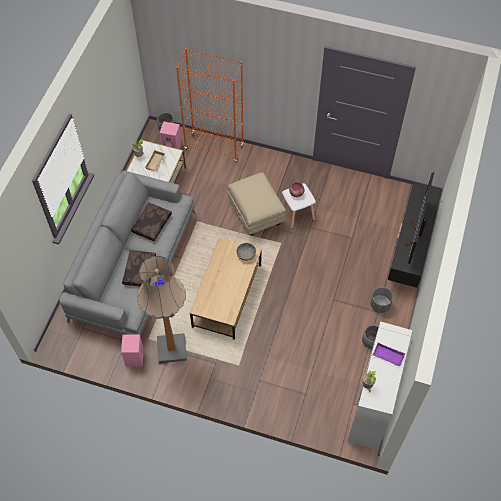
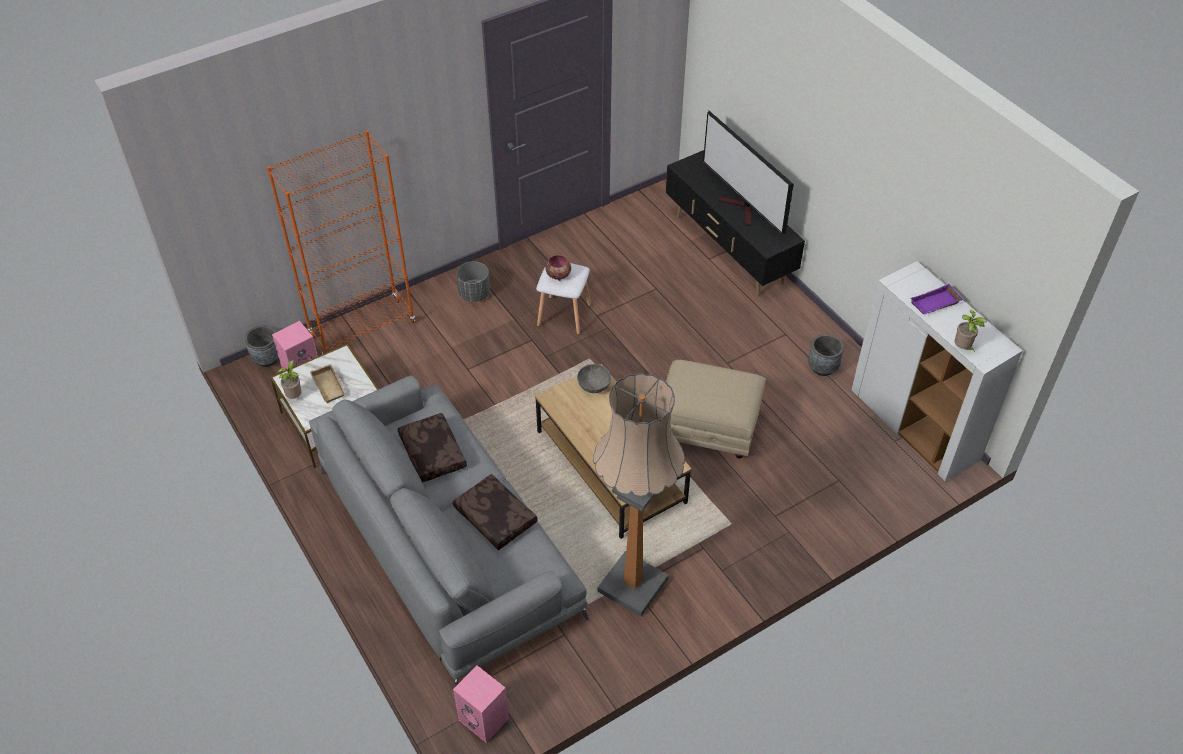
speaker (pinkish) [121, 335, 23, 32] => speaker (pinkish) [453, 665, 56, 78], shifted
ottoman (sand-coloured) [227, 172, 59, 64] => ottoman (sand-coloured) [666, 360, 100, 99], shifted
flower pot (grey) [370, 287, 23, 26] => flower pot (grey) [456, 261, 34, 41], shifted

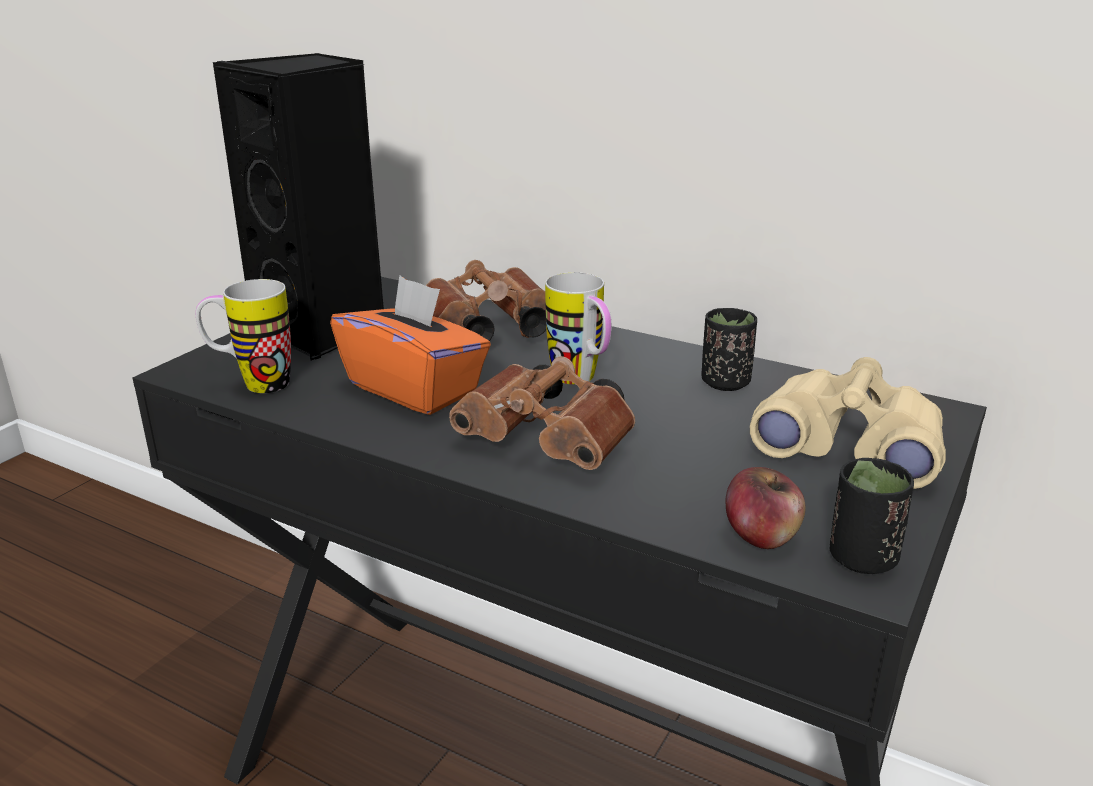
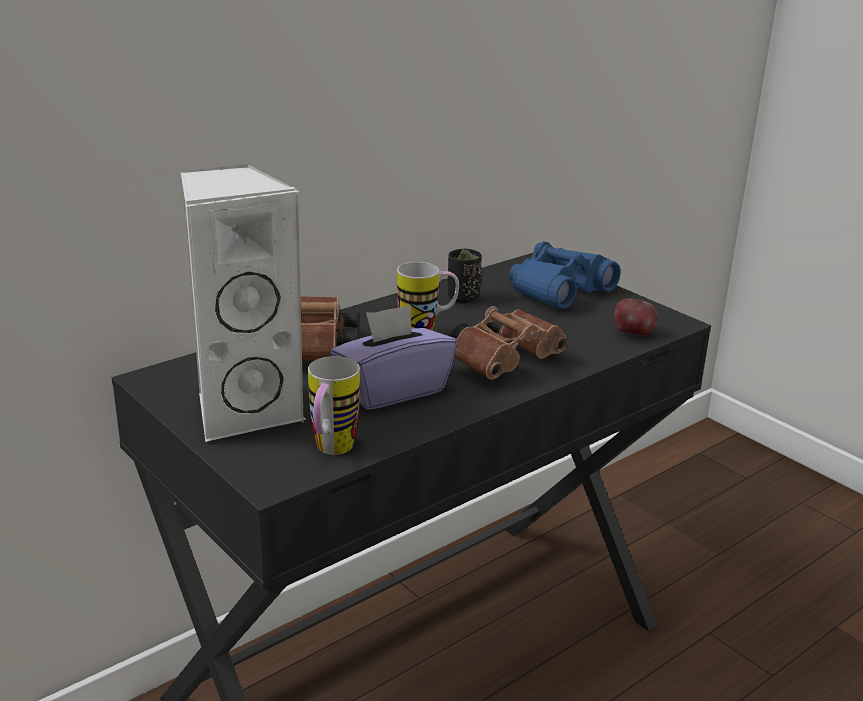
speaker (black-coloured) [213, 53, 171, 308] => speaker (white) [181, 164, 125, 278]
box of tissues (orange) [330, 275, 161, 140] => box of tissues (purplish) [331, 305, 126, 105]
field glasses (sand-coloured) [750, 357, 196, 132] => field glasses (blue) [509, 241, 112, 68]
cup (black-coloured) [830, 458, 84, 116] => nothing

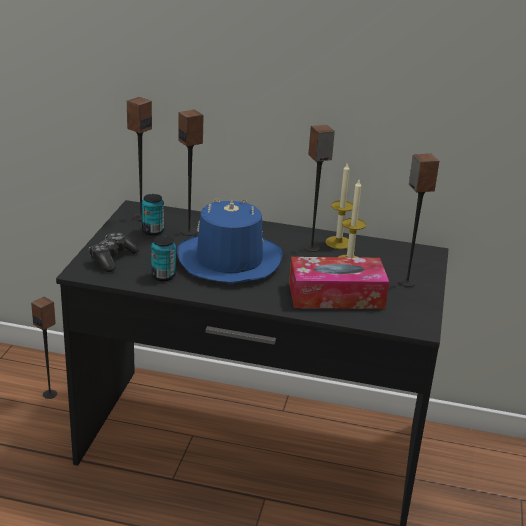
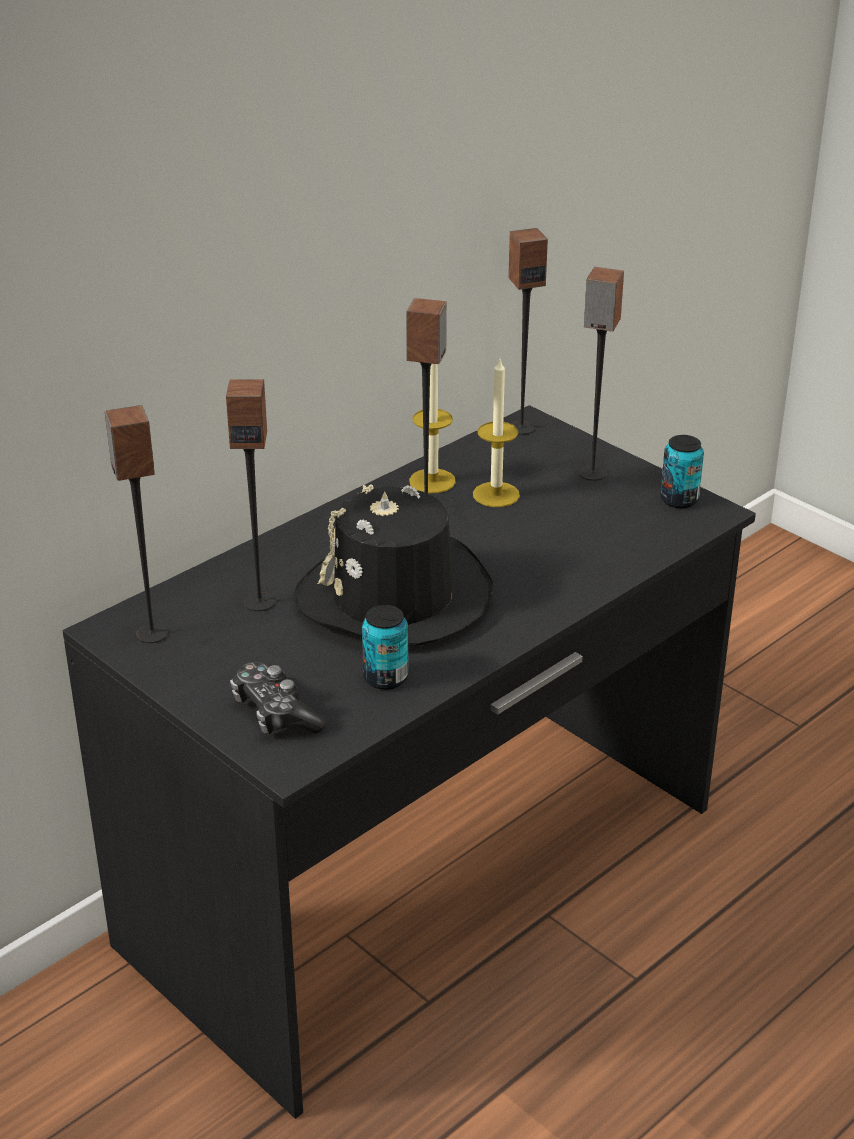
speaker [31, 297, 26, 102] => speaker [508, 228, 40, 207], shifted
sealed can [142, 194, 22, 42] => sealed can [660, 435, 44, 73], shifted
hat (blue) [177, 199, 106, 84] => hat (black-coloured) [293, 484, 200, 162]
box of tissues [289, 257, 100, 52] => nothing

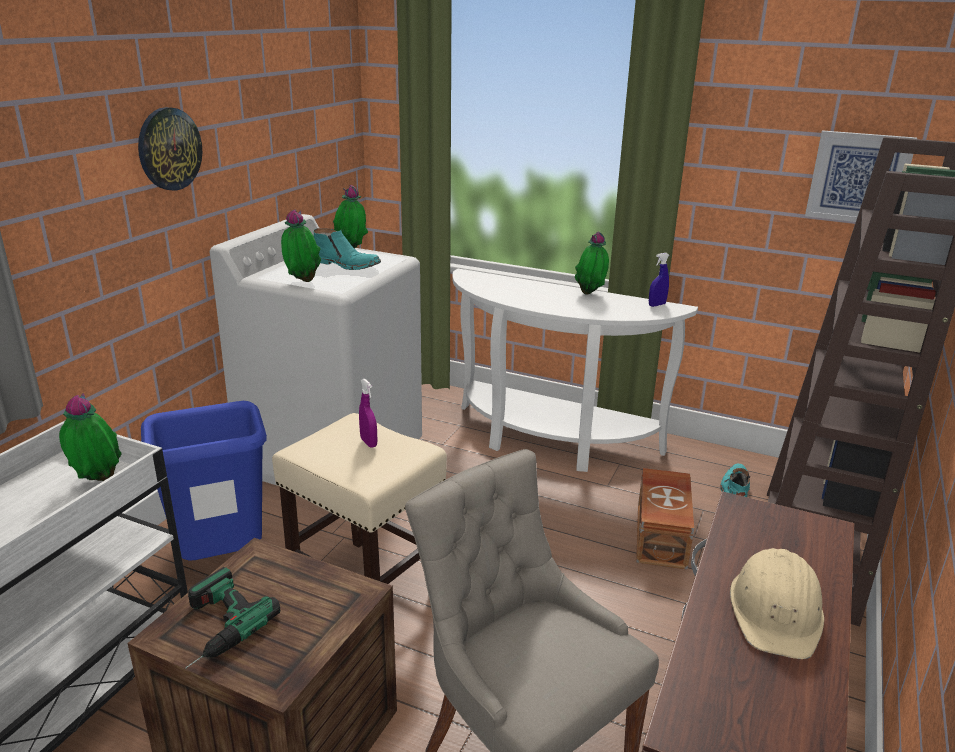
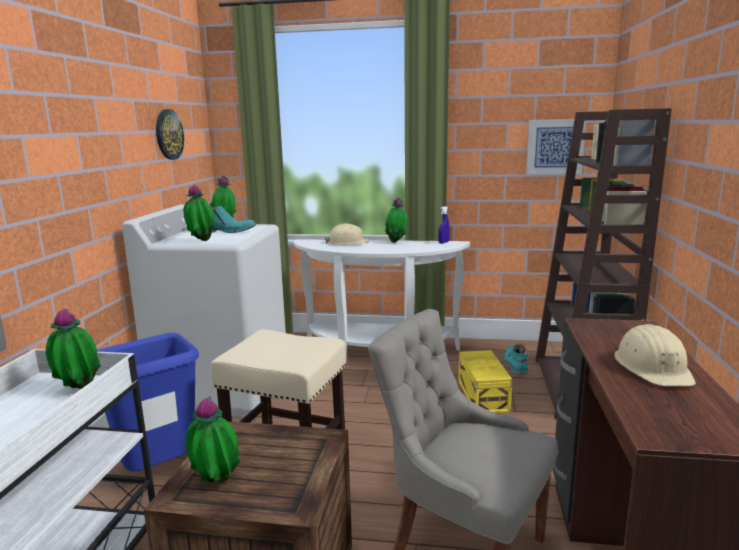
clock on the wall [138, 107, 64, 83] => clock on the wall [156, 109, 28, 51], shifted
drill [185, 567, 95, 102] => plant in a pot [186, 396, 54, 87]
spray bottle (purplish) [359, 379, 18, 69] => nothing
storage box (brown-coloured) [636, 468, 58, 102] => storage box (yellow-coloured) [458, 350, 54, 63]
nothing => safety helmet (sand-coloured) [325, 224, 45, 21]

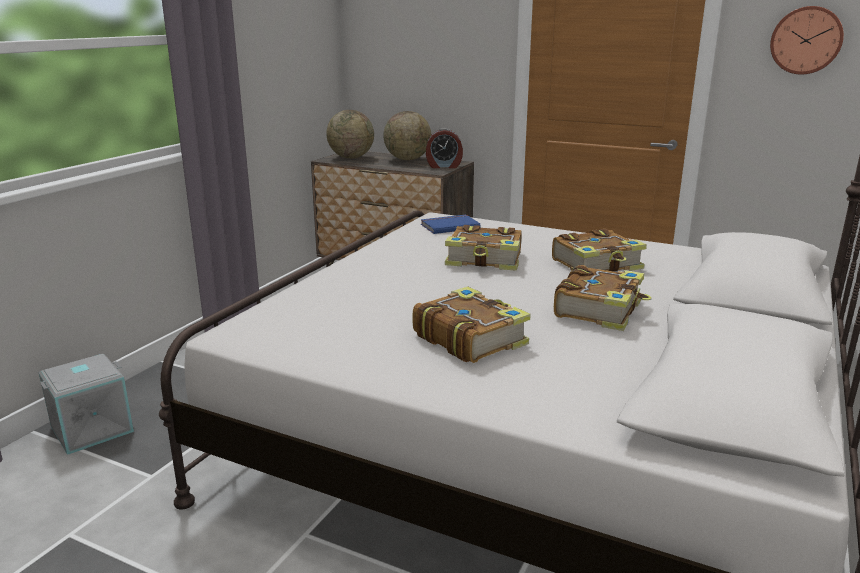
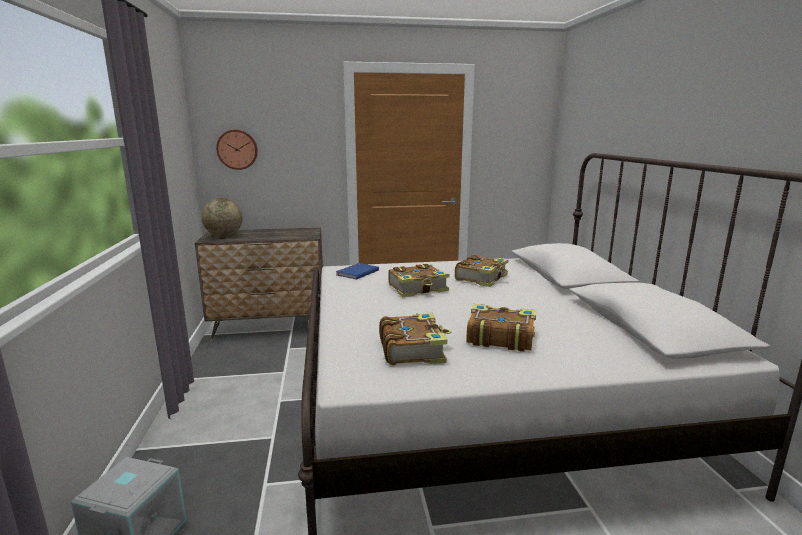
world globe [383, 111, 48, 49] => nothing
alarm clock [426, 128, 37, 40] => nothing
volume [554, 265, 98, 66] => volume [379, 312, 72, 53], shifted
clock on the wall [770, 6, 74, 69] => clock on the wall [216, 130, 42, 40], shifted

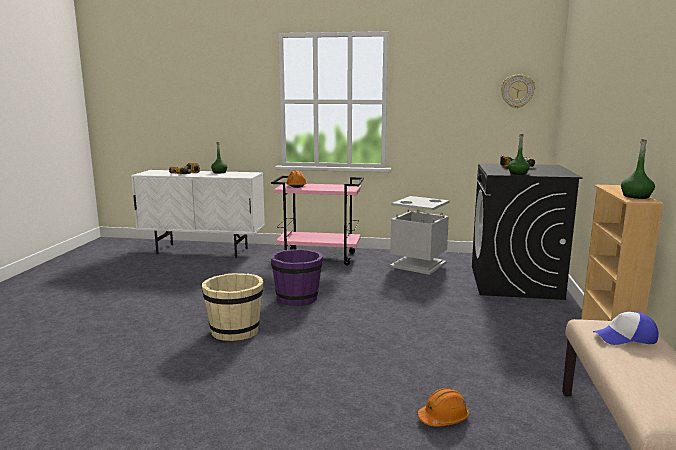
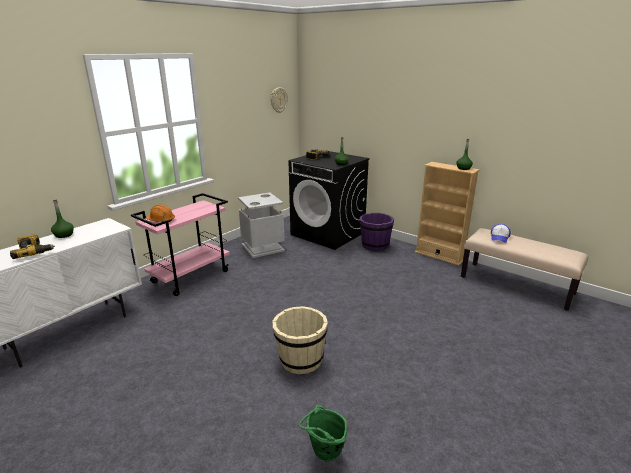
water bucket (purplish) [271, 249, 52, 57] => water bucket (purplish) [359, 213, 35, 38], shifted
safety helmet (orange) [418, 388, 51, 39] => nothing
nothing => water bucket (green) [299, 405, 49, 57]

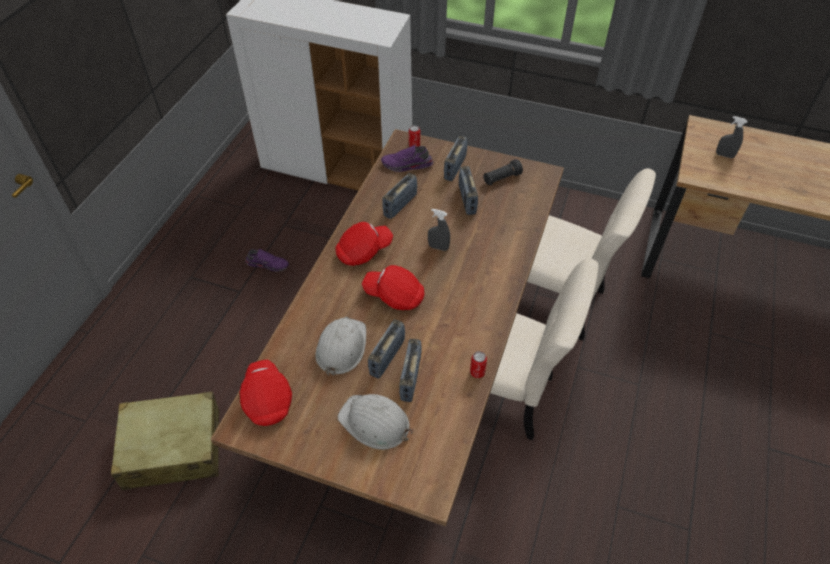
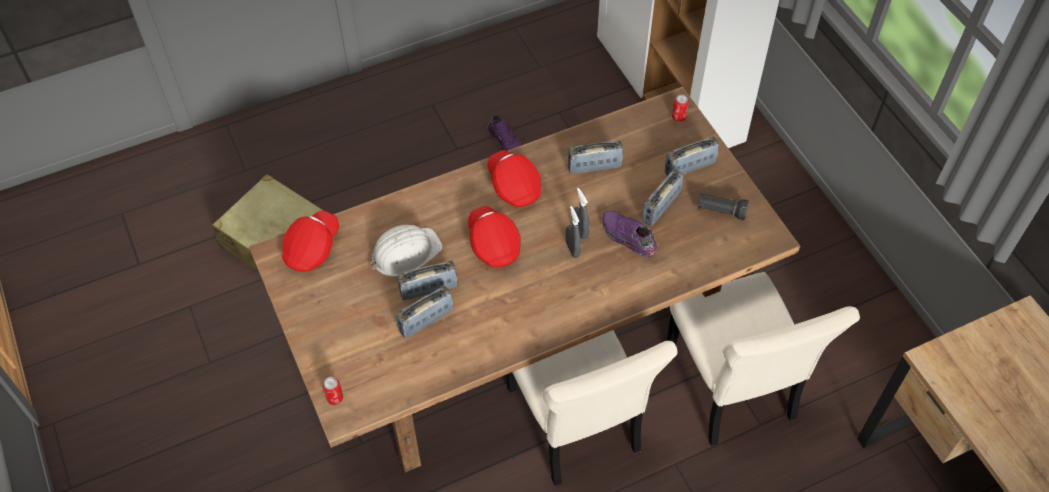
cap (red-coloured) [335, 222, 58, 44] => cap (red-coloured) [488, 150, 53, 57], 135 degrees counterclockwise
safety helmet (white) [338, 394, 74, 56] => nothing
low shoe (purplish) [381, 145, 52, 27] => low shoe (purplish) [603, 211, 54, 46], shifted
sealed can [470, 351, 17, 27] => sealed can [323, 377, 20, 28], shifted
spray bottle (grey) [716, 116, 31, 42] => spray bottle (grey) [566, 206, 15, 52], shifted

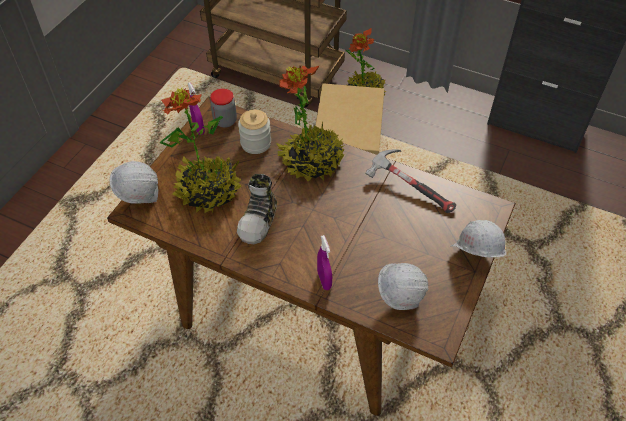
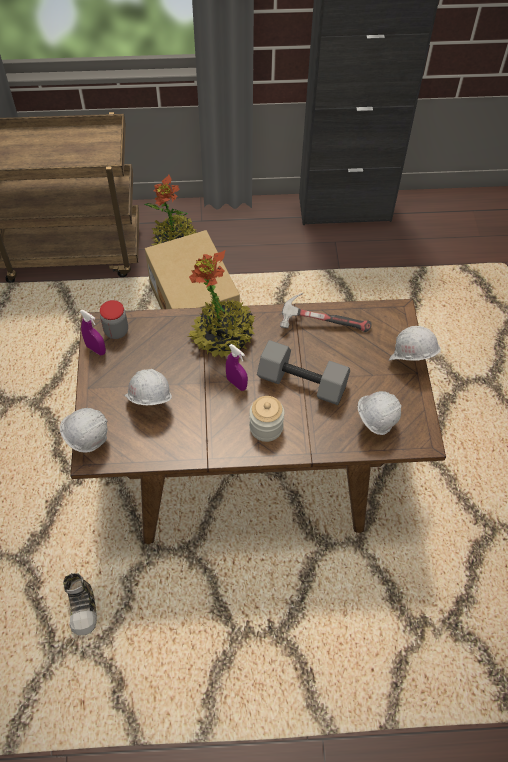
plant in a pot [160, 88, 81, 125] => safety helmet (white) [124, 369, 48, 36]
low shoe [237, 174, 40, 70] => low shoe [63, 573, 34, 62], shifted
preserve jar [238, 110, 33, 44] => preserve jar [249, 396, 35, 46], shifted
spray bottle (purplish) [317, 235, 15, 55] => spray bottle (purplish) [226, 344, 22, 47], shifted
nothing => free weight (grey) [257, 340, 93, 65]

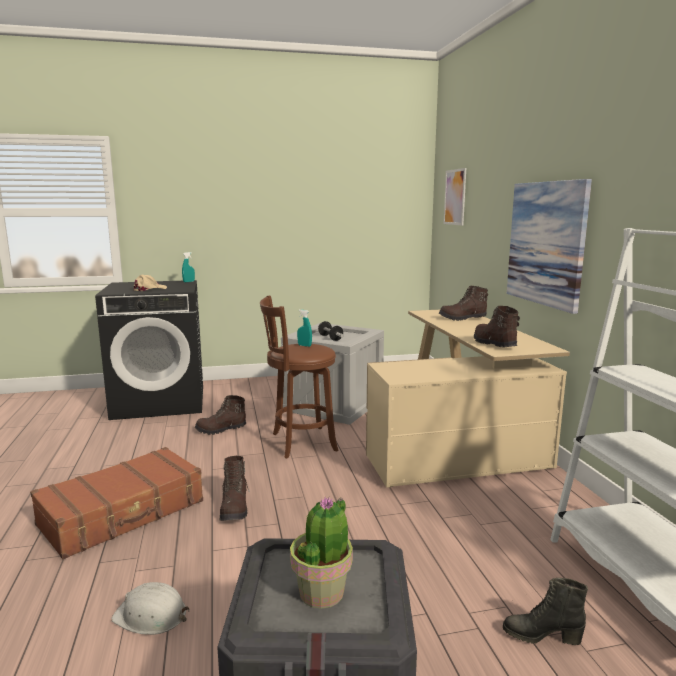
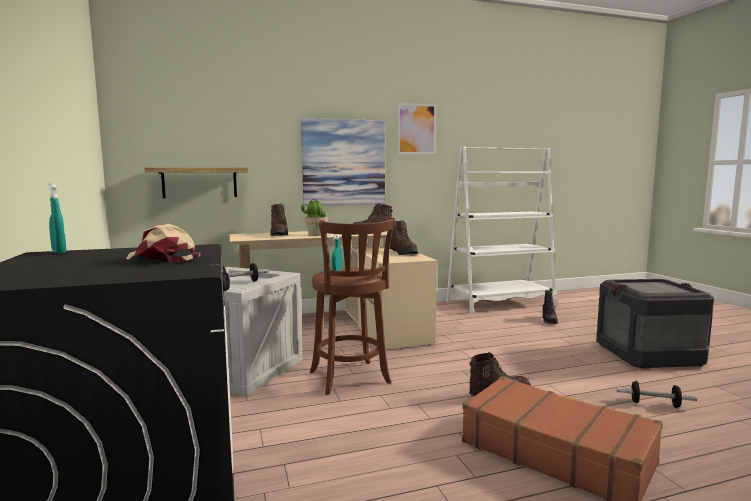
safety helmet (white) [111, 582, 79, 53] => free weight [616, 381, 81, 27]
tall boot (brown-coloured) [195, 395, 51, 40] => tall boot (brown-coloured) [390, 220, 28, 35], shifted
plant in a pot [290, 497, 63, 112] => plant in a pot [301, 198, 27, 38], shifted
wall art [444, 168, 22, 58] => wall art [397, 103, 40, 52], shifted
nothing => wall shelf [145, 167, 103, 31]

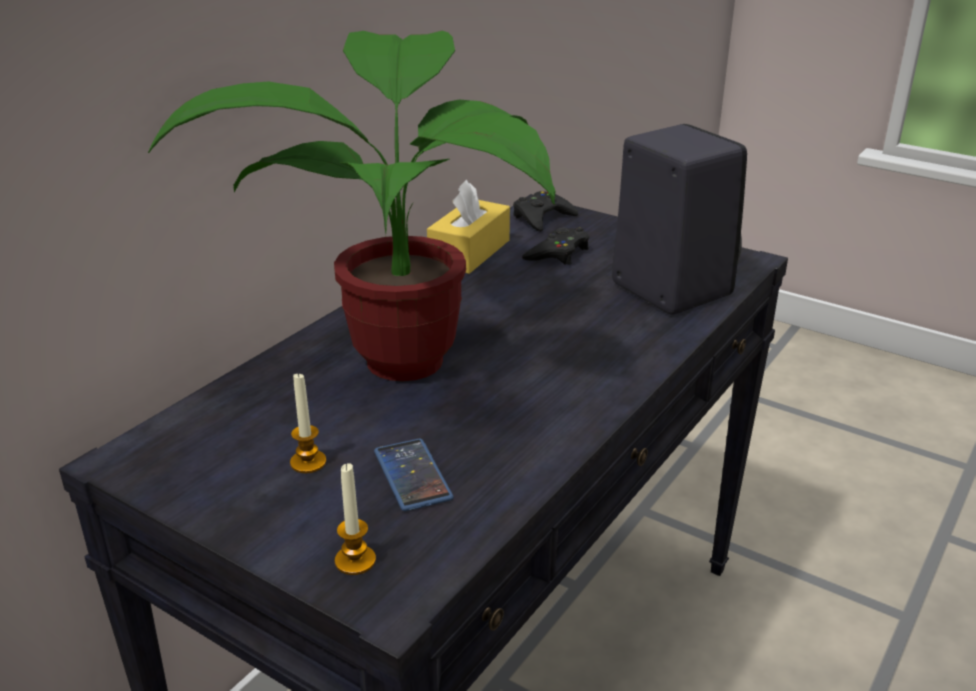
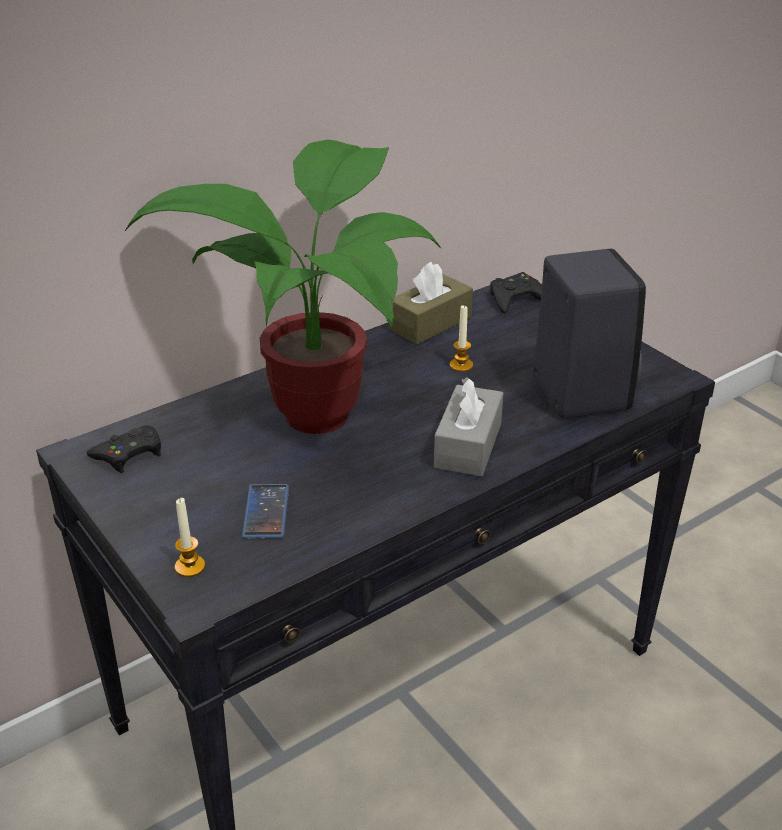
candle [290, 372, 36, 101] => candle [450, 305, 23, 67], shifted
box of tissues (yellow-coloured) [427, 180, 83, 94] => box of tissues (brown-coloured) [389, 262, 84, 82]
gamepad (black-coloured) [522, 227, 67, 38] => gamepad (black-coloured) [86, 425, 75, 48], shifted
nothing => box of tissues (grey) [434, 377, 69, 99]

